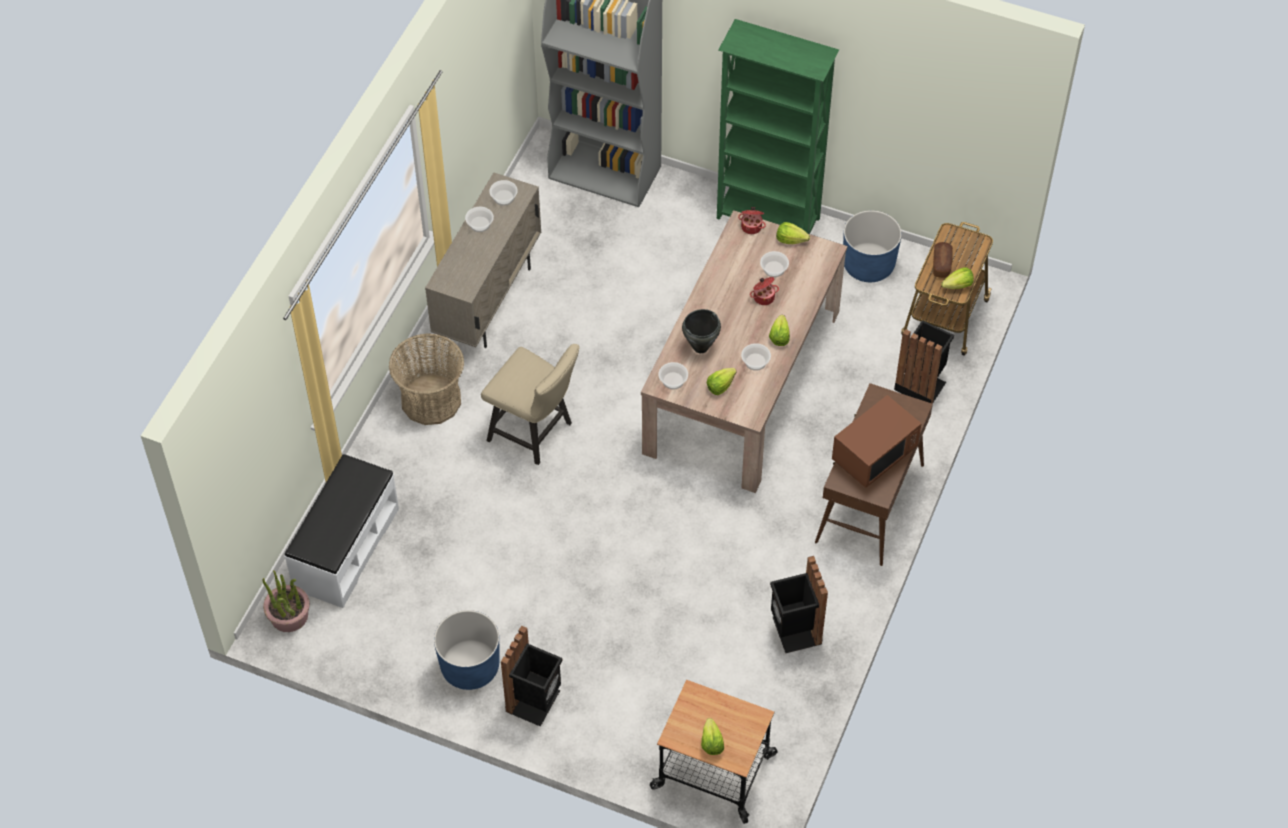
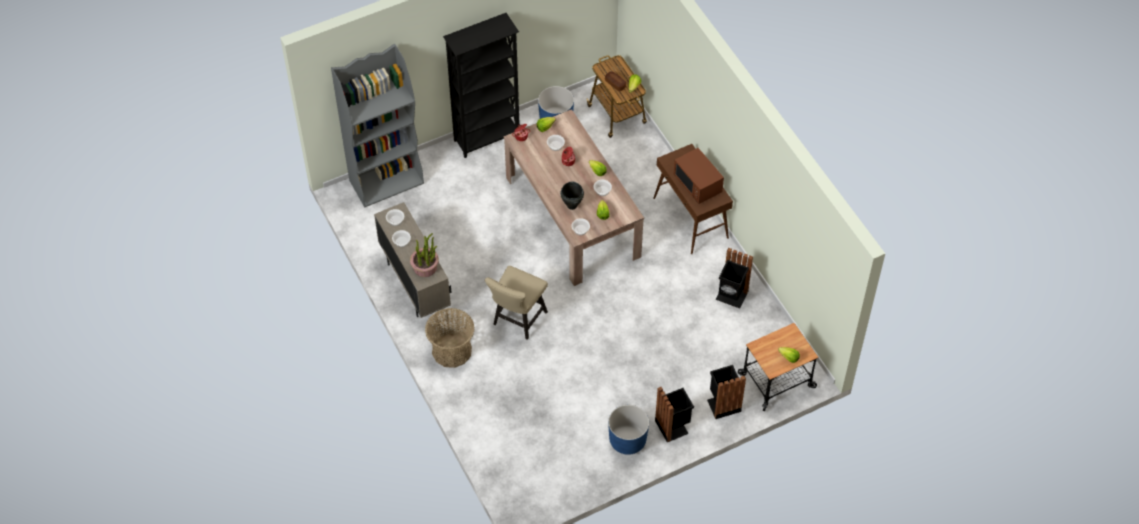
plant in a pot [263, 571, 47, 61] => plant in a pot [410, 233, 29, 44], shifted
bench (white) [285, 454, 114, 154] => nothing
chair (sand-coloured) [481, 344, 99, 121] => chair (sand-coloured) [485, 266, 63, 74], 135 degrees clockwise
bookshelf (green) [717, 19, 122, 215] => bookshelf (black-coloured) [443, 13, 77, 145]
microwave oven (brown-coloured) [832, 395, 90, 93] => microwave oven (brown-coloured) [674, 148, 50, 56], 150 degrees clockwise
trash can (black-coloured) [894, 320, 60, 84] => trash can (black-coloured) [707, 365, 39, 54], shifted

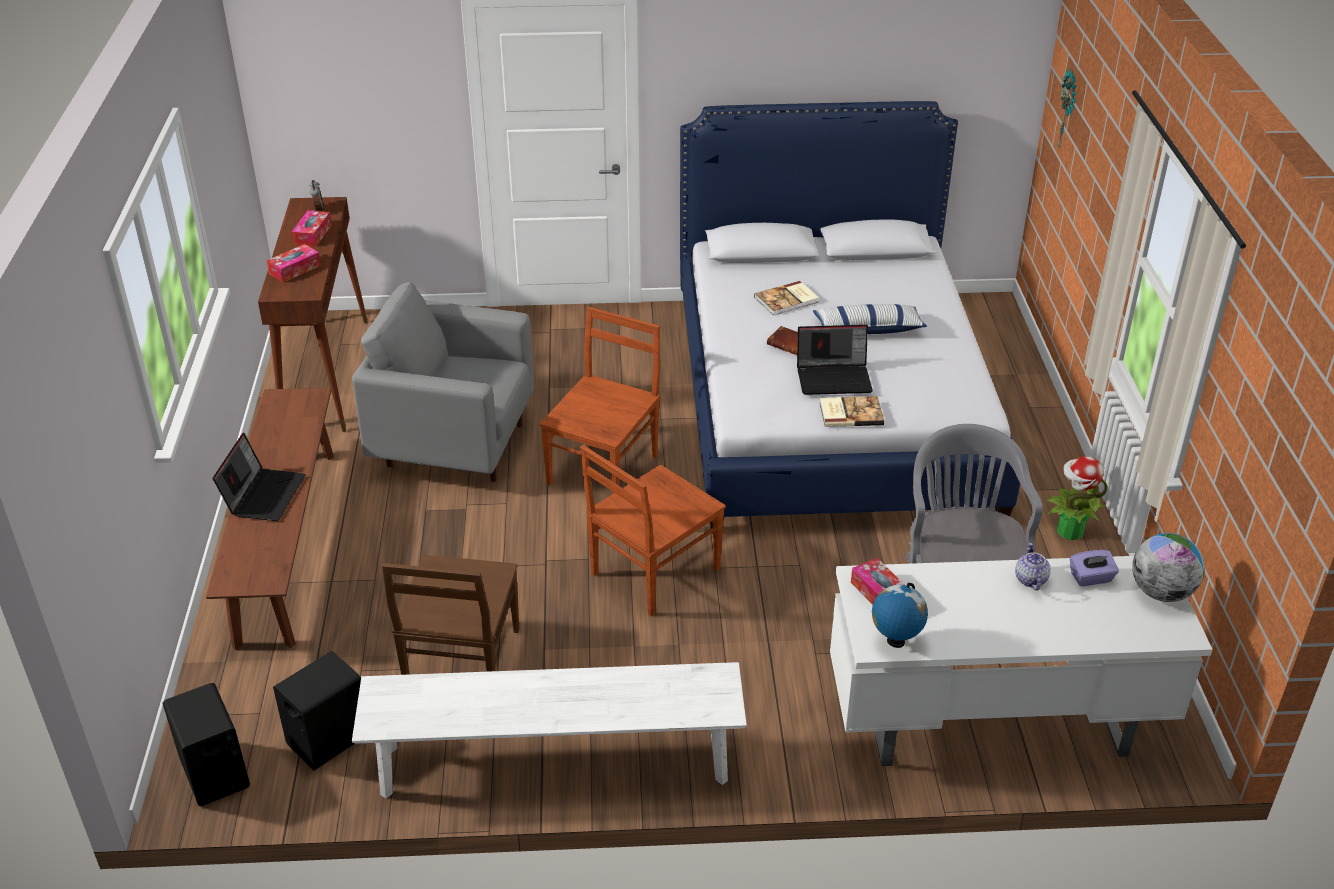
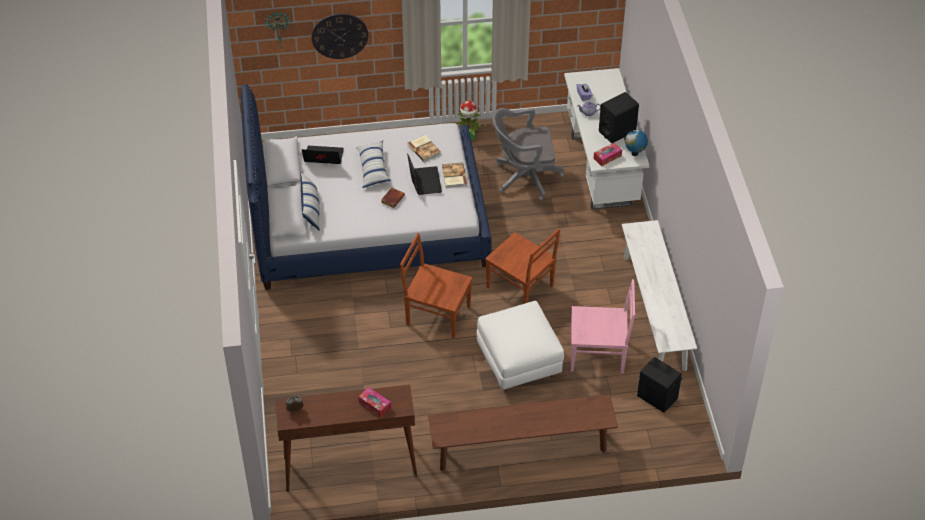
speaker (black-coloured) [162, 683, 88, 123] => speaker (black-coloured) [599, 92, 40, 51], shifted
portable computer [213, 433, 93, 88] => portable computer [301, 146, 43, 18], shifted
box of tissues [292, 210, 40, 37] => nothing
lounge chair (grey) [352, 282, 182, 200] => nothing
chair (brown-coloured) [382, 555, 137, 120] => chair (pinkish) [571, 279, 64, 95]
volume [754, 281, 65, 35] => volume [407, 135, 34, 27], shifted
world globe [1132, 533, 73, 69] => nothing
nothing => cushion [300, 172, 20, 59]
nothing => clock on the wall [312, 13, 56, 46]
nothing => ottoman (white) [477, 301, 87, 91]

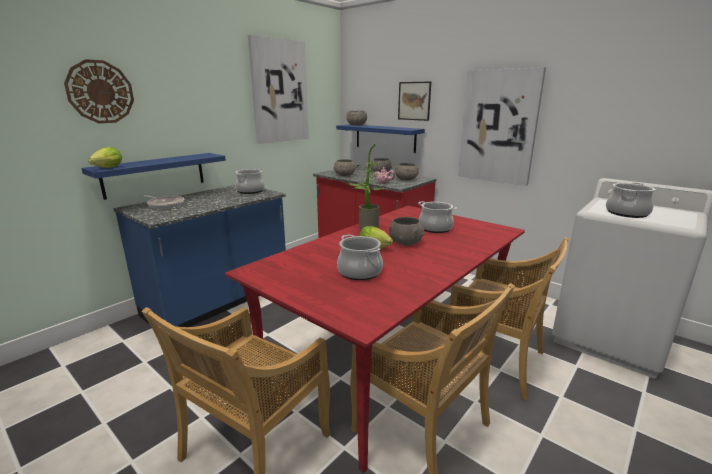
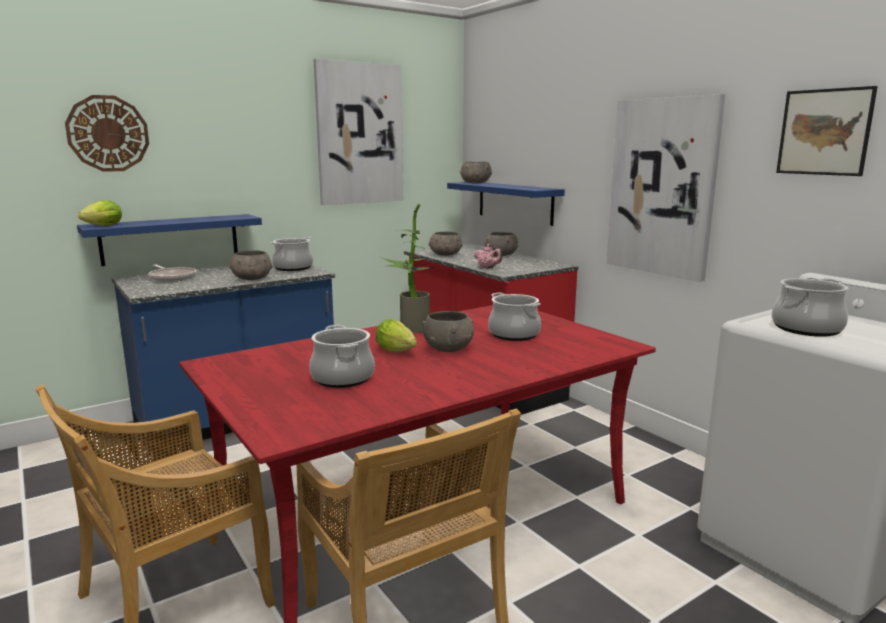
bowl (grey) [395, 163, 24, 17] => bowl (grey) [229, 250, 43, 30], shifted
wall art [398, 81, 33, 40] => wall art [776, 86, 102, 90], shifted
chair (sand-coloured) [448, 237, 121, 163] => nothing

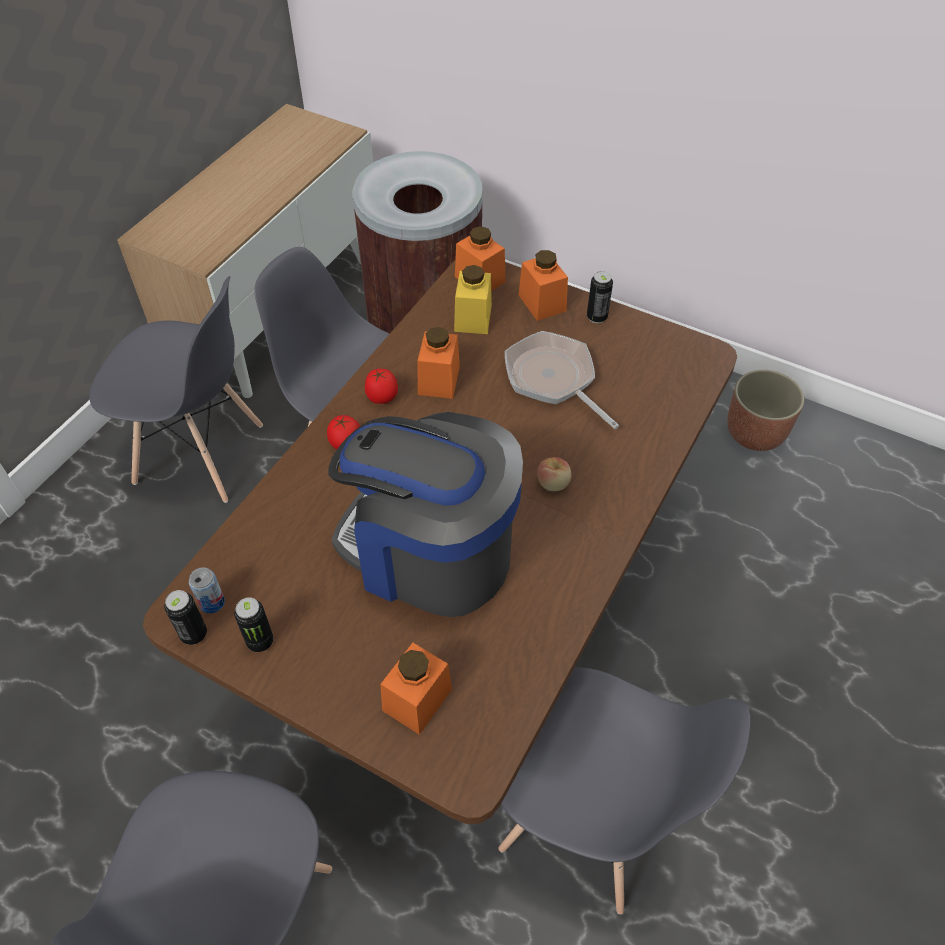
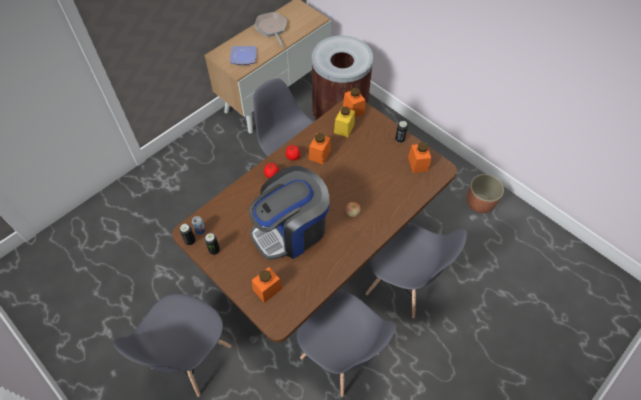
chair (grey) [89, 276, 174, 227] => chair (grey) [365, 222, 102, 96], shifted
coffee maker [328, 412, 195, 205] => coffee maker [249, 166, 81, 94], 75 degrees counterclockwise
pan [505, 331, 114, 98] => pan [254, 12, 33, 35], shifted
preserve jar (orange) [519, 250, 49, 71] => preserve jar (orange) [408, 142, 23, 31], shifted
nothing => dinner plate [230, 46, 27, 19]

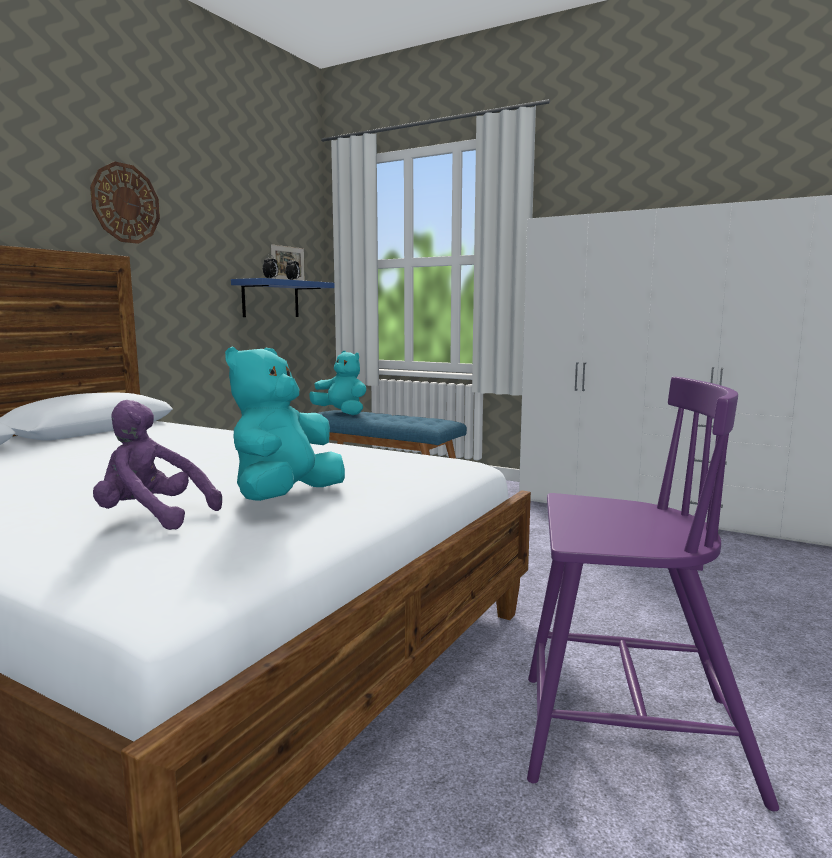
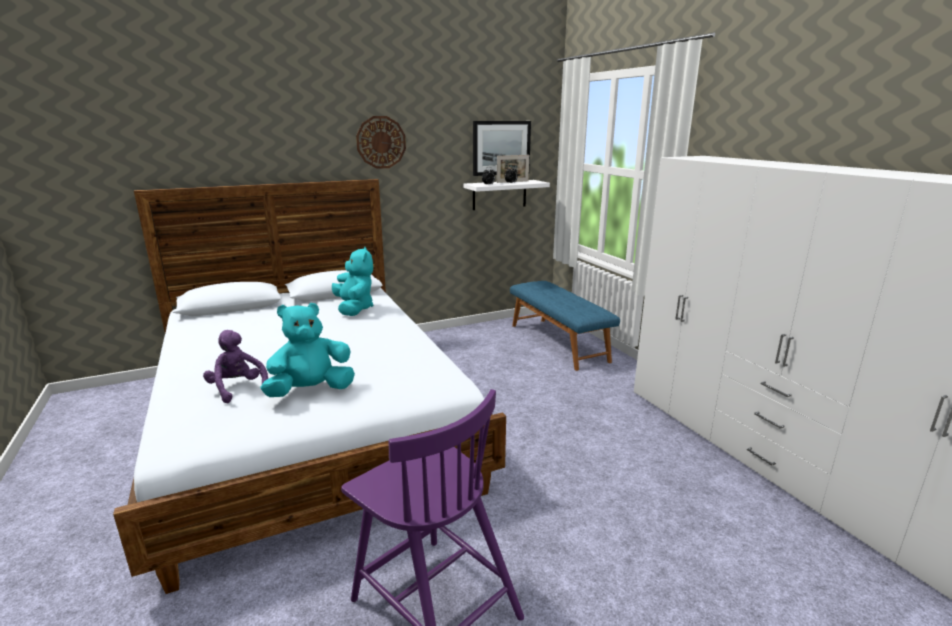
wall shelf (blue) [231, 278, 103, 39] => wall shelf (white) [463, 180, 87, 30]
cuddly toy (blue-green) [309, 351, 57, 64] => cuddly toy (blue-green) [332, 246, 41, 70], shifted
nothing => wall art [473, 121, 58, 55]

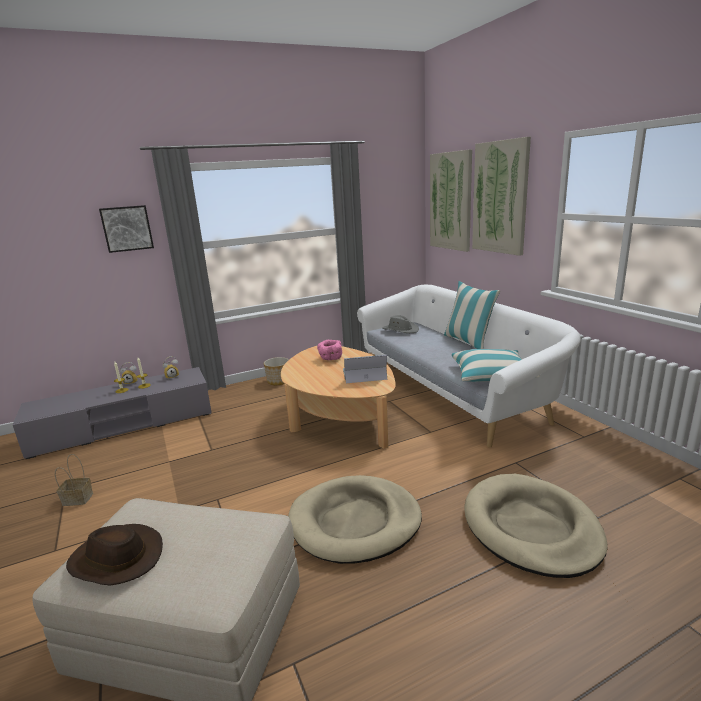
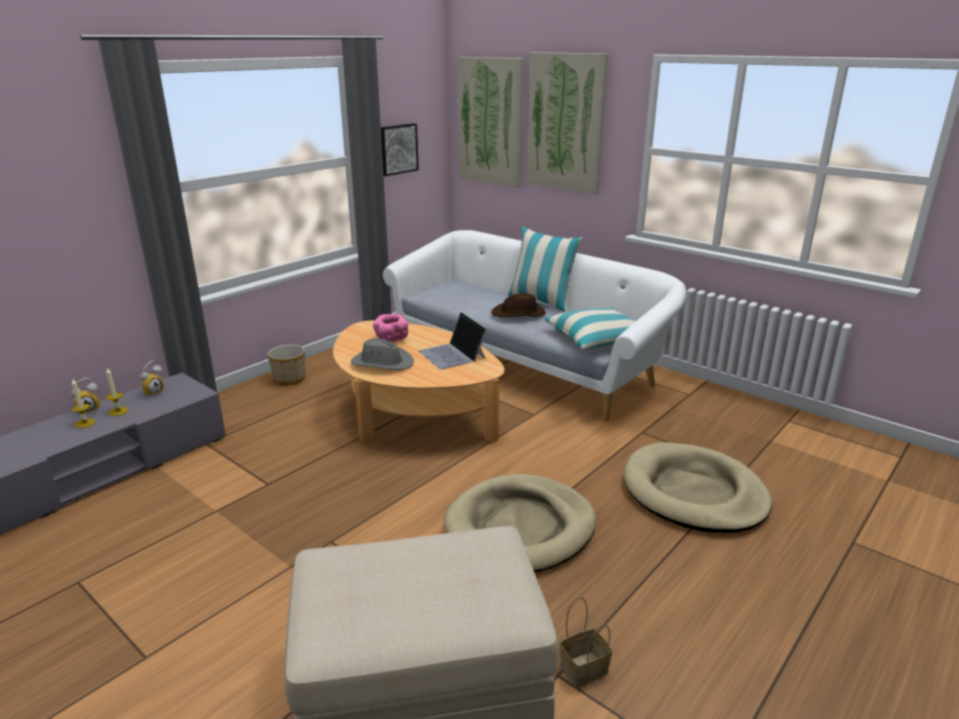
basket [55, 454, 38, 52] => basket [560, 597, 52, 91], shifted
hat (brown-coloured) [66, 524, 97, 61] => hat (brown-coloured) [491, 293, 55, 24], shifted
wall art [99, 205, 55, 48] => wall art [381, 123, 38, 53], shifted
portable computer [343, 355, 44, 28] => portable computer [419, 312, 68, 58], 90 degrees counterclockwise
hat (grey) [382, 315, 37, 18] => hat (grey) [351, 338, 63, 32], shifted

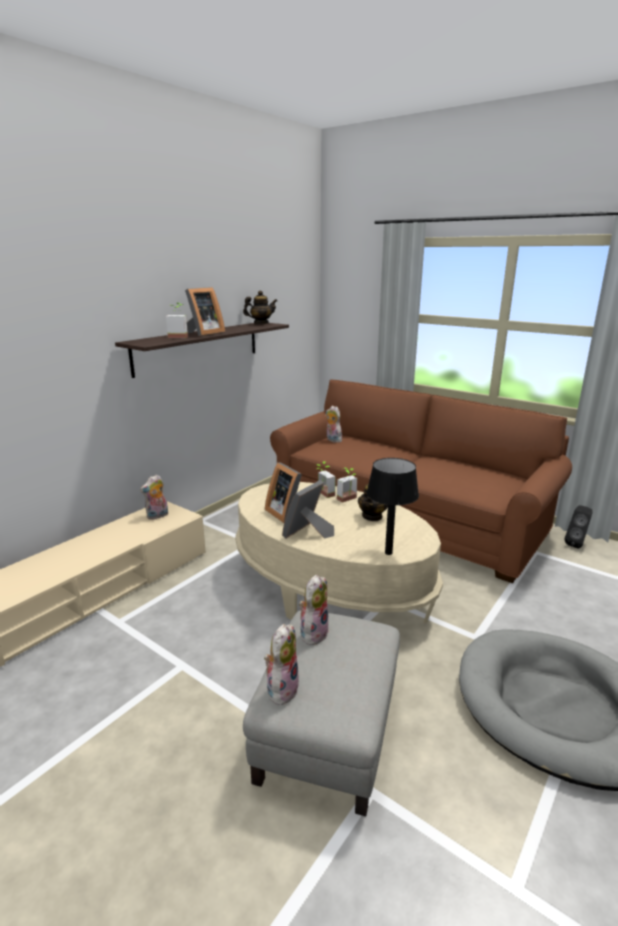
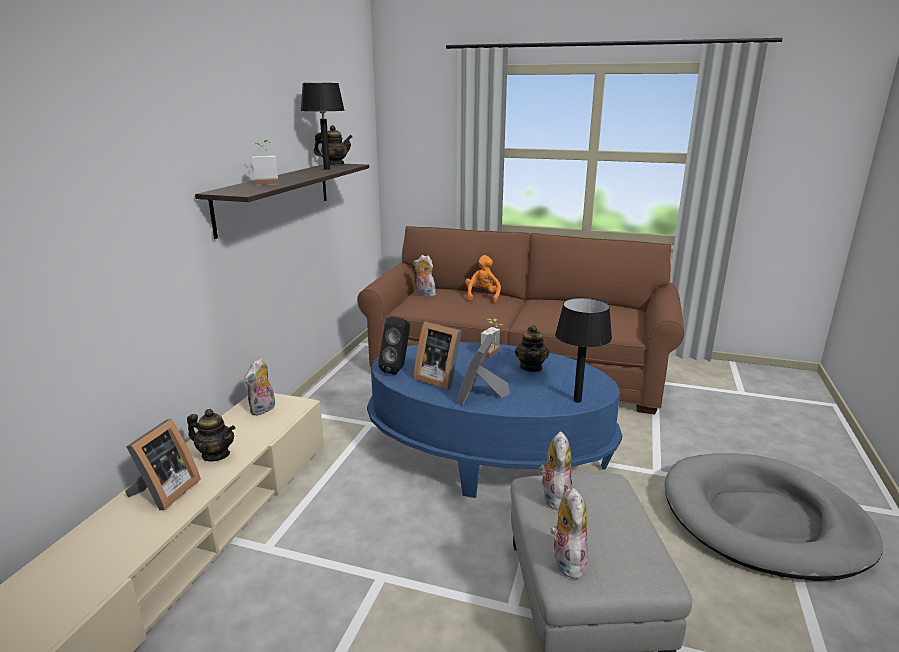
photo frame [185, 287, 40, 49] => photo frame [125, 419, 76, 92], shifted
low table (sand-coloured) [235, 482, 208, 141] => low table (blue) [367, 342, 255, 156]
plant in a pot [317, 461, 19, 37] => nothing
speaker (black-coloured) [565, 505, 28, 44] => speaker (black-coloured) [378, 317, 32, 58], shifted
nothing => pot for tea [187, 409, 48, 52]
nothing => tabletop lamp (black-coloured) [300, 83, 45, 87]
nothing => cuddly toy (orange) [465, 255, 36, 49]

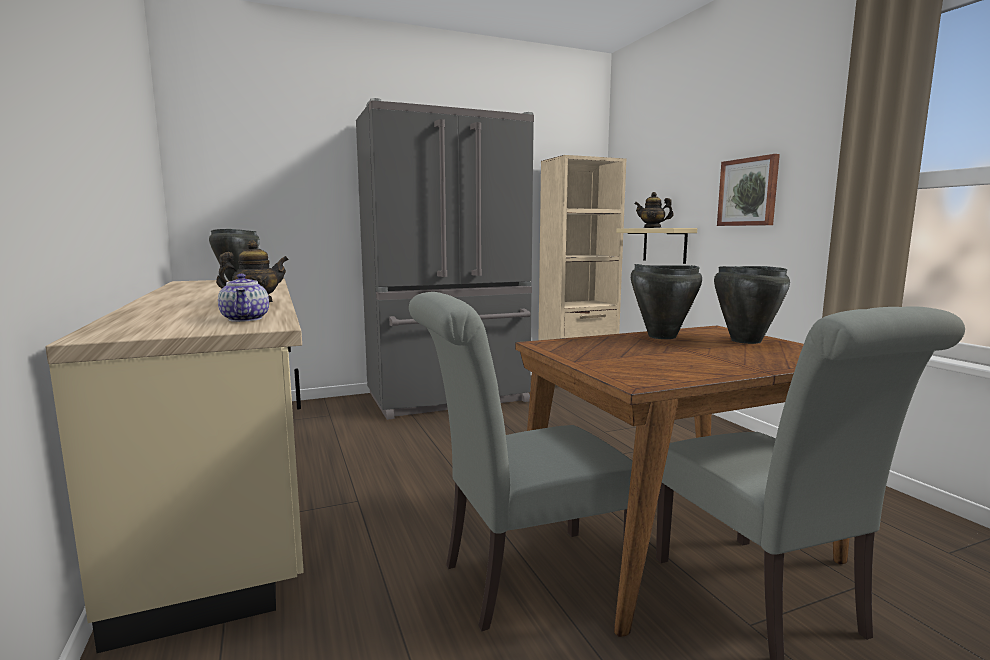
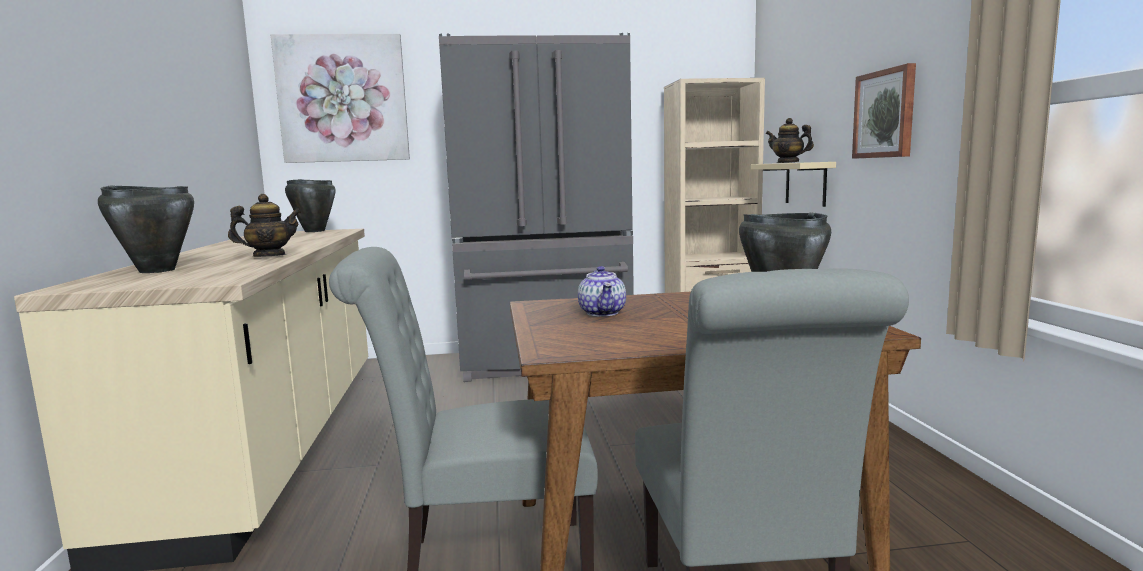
pot for tea [218, 274, 51, 48] => pot for tea [578, 266, 48, 51], shifted
cooking pot (black-coloured) [631, 264, 71, 75] => cooking pot (black-coloured) [98, 185, 96, 88], shifted
nothing => wall art [271, 34, 139, 129]

